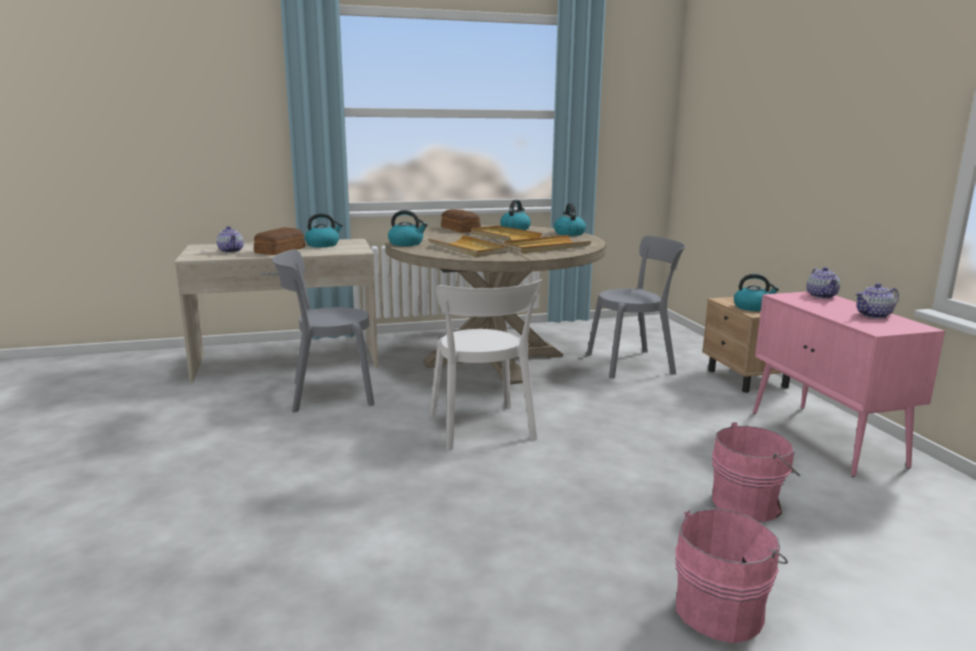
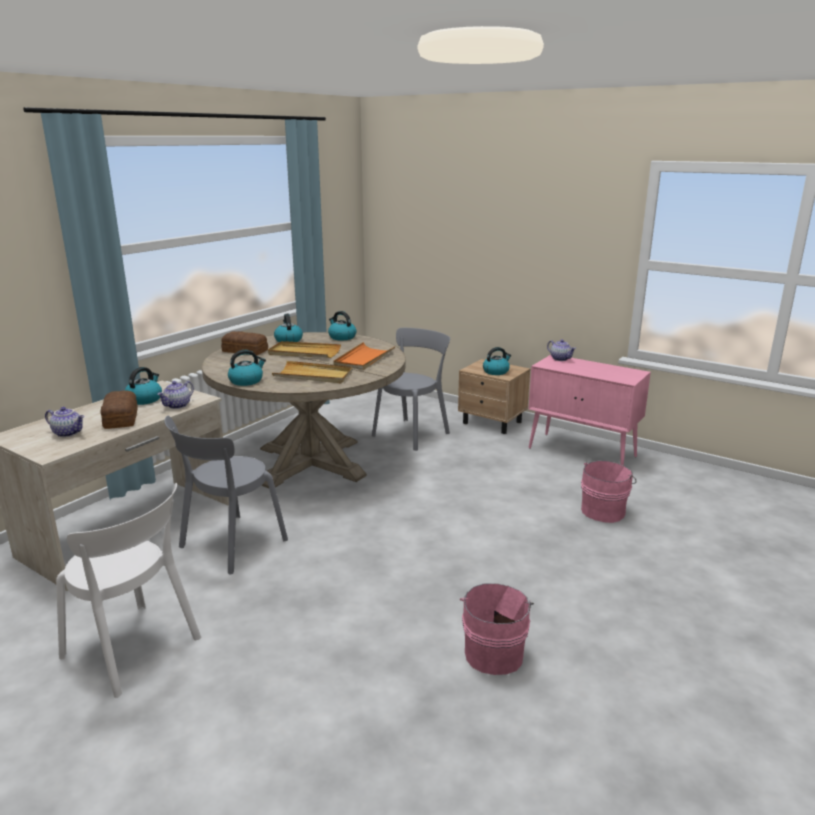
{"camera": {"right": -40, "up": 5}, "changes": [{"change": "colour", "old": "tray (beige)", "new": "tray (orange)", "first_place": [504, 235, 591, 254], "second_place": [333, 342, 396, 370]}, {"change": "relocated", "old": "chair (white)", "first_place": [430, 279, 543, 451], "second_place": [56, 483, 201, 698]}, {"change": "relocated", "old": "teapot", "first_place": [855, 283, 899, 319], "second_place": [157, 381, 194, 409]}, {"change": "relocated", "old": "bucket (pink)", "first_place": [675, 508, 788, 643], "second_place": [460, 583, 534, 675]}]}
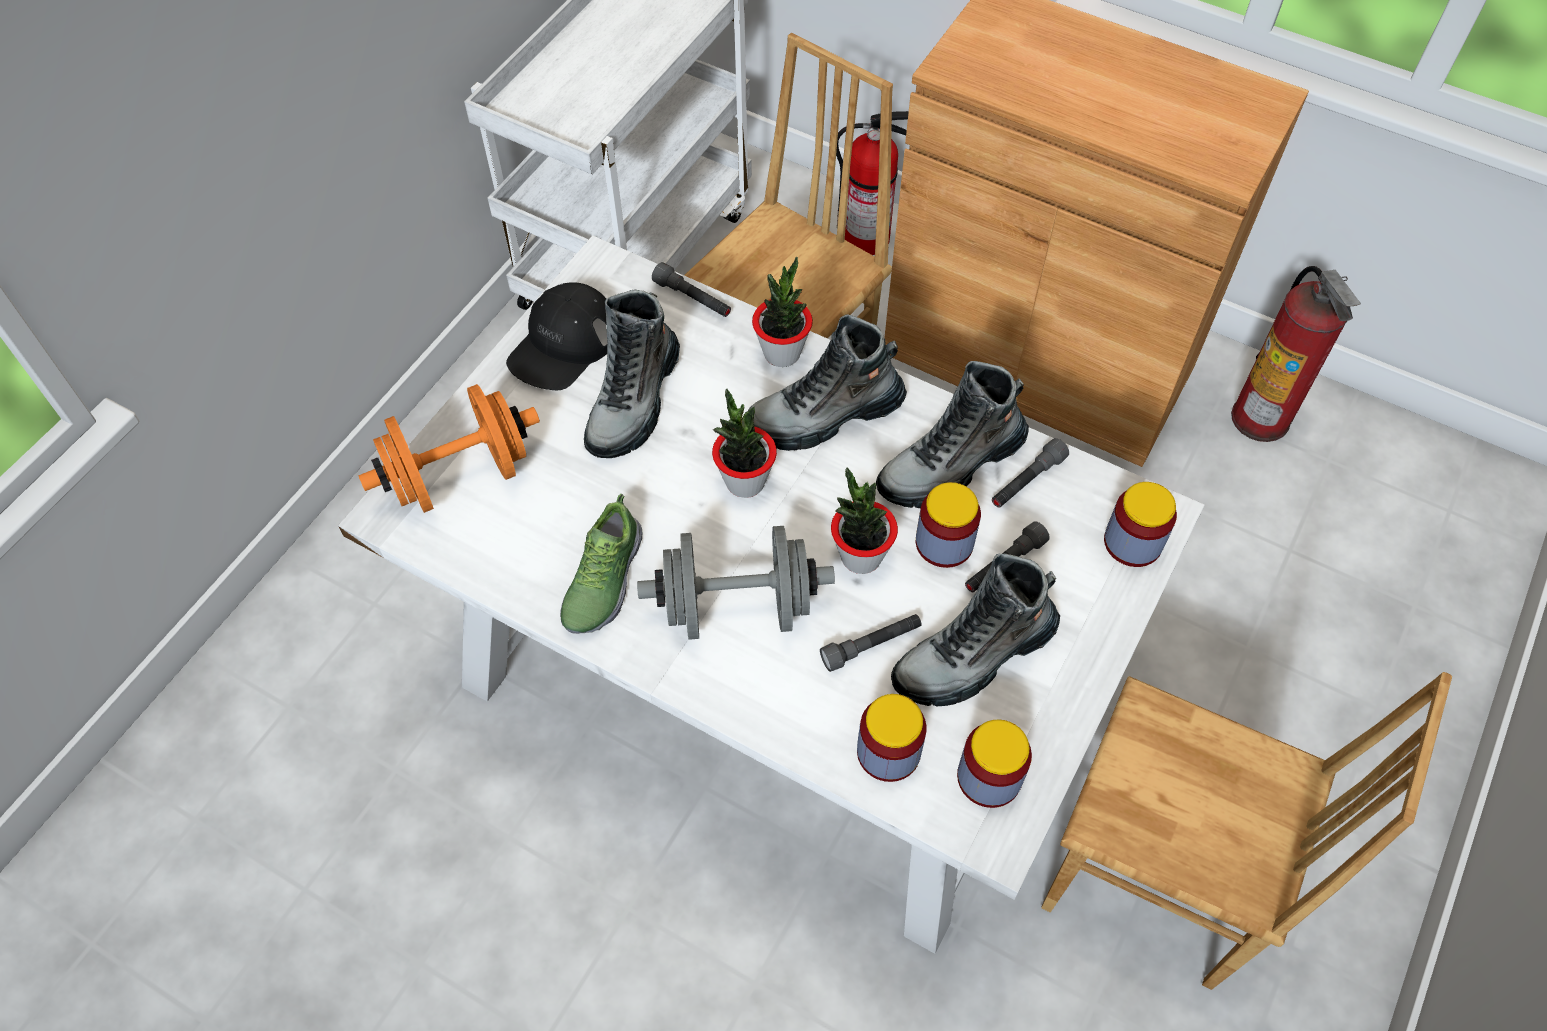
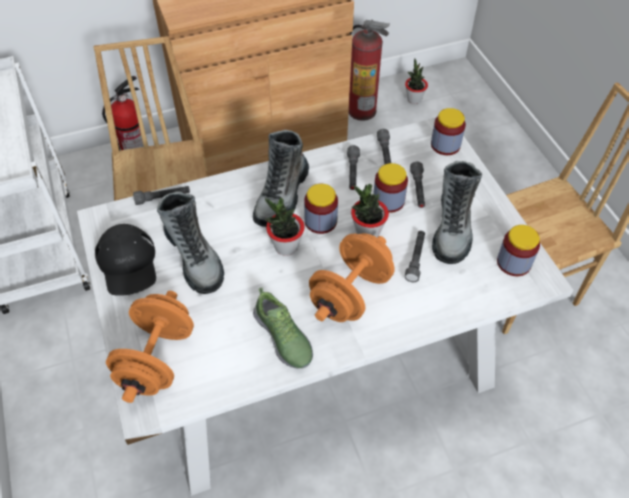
{"camera": {"right": -50, "up": -5}, "changes": [{"change": "relocated", "old": "potted plant", "first_place": [752, 257, 813, 367], "second_place": [405, 59, 428, 104]}, {"change": "exchanged", "old": "boot", "new": "flashlight (grey)", "first_place": [876, 361, 1029, 508], "second_place": [347, 145, 360, 190]}, {"change": "colour", "old": "dumbbell (grey)", "new": "dumbbell (orange)", "first_place": [637, 526, 835, 640], "second_place": [309, 233, 394, 322]}, {"change": "relocated", "old": "jar", "first_place": [857, 694, 926, 782], "second_place": [304, 184, 338, 234]}]}
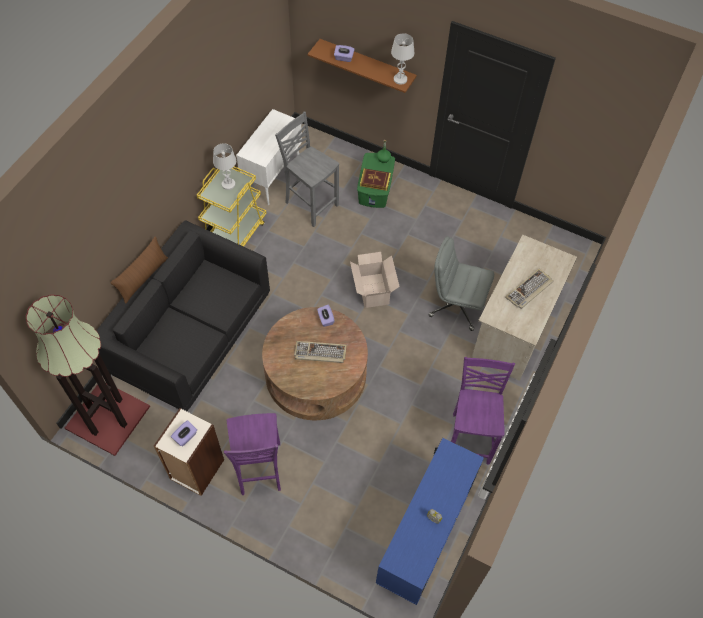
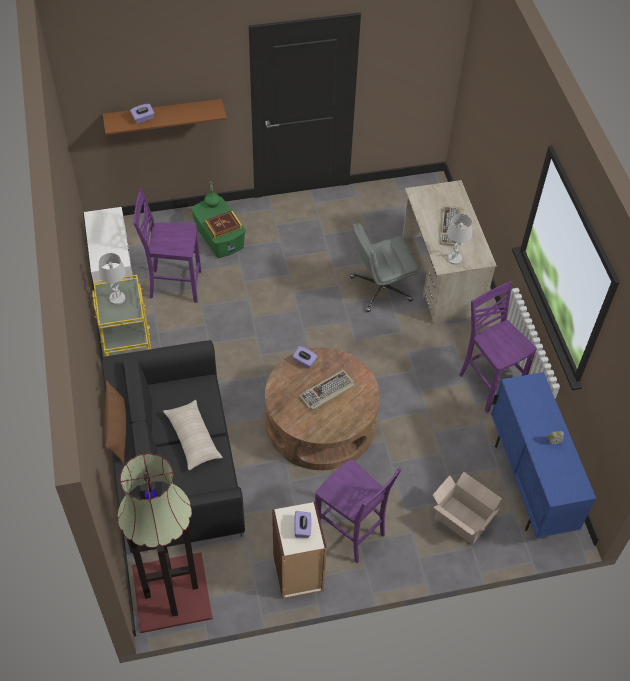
{"camera": {"right": -40, "up": -5}, "changes": [{"change": "relocated", "old": "table lamp (white)", "first_place": [391, 33, 414, 85], "second_place": [447, 214, 472, 265]}, {"change": "colour", "old": "chair (grey)", "new": "chair (purple)", "first_place": [275, 111, 339, 227], "second_place": [133, 189, 201, 303]}, {"change": "relocated", "old": "cardboard box", "first_place": [350, 252, 400, 308], "second_place": [433, 472, 502, 544]}, {"change": "appeared", "new": "pillow (beige)", "second_place": [163, 400, 223, 470]}]}
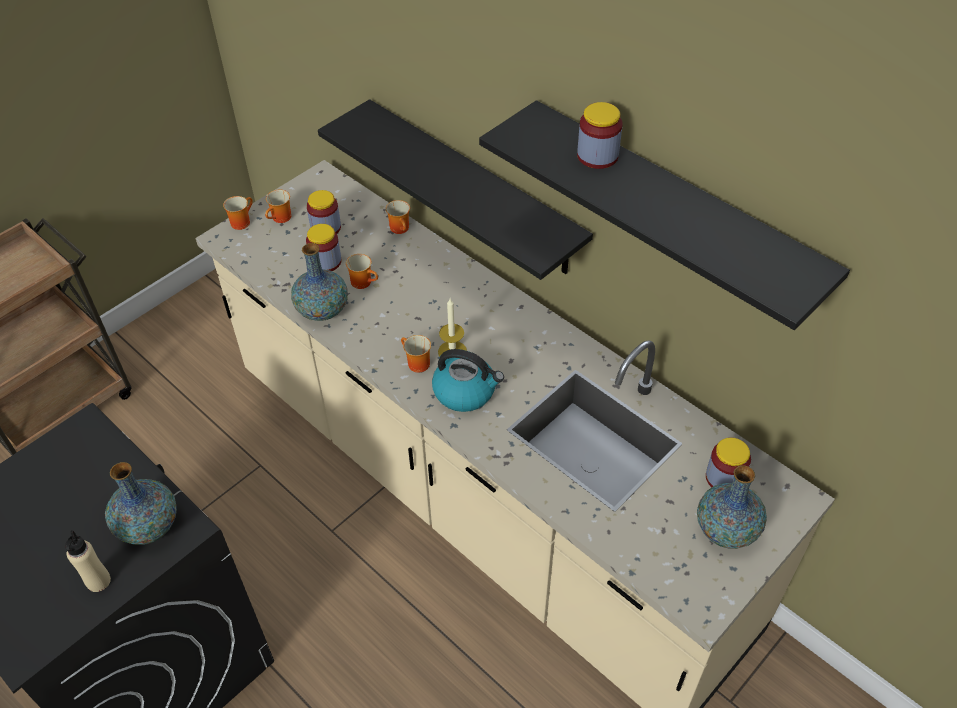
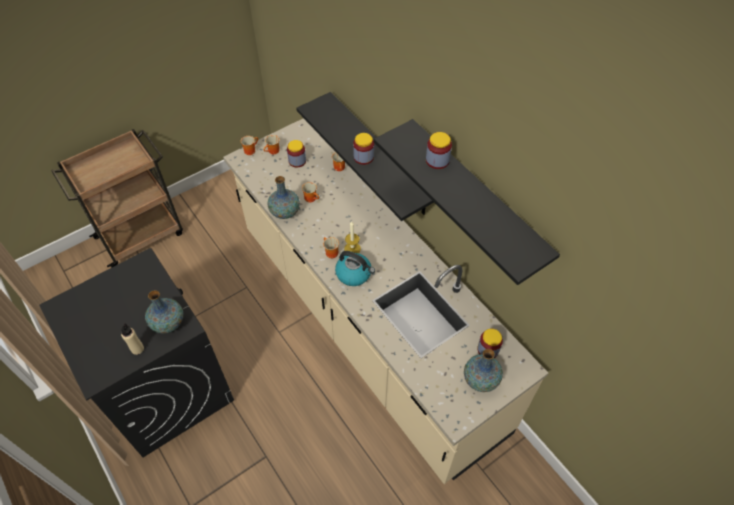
{"camera": {"right": 10, "up": 5}, "changes": [{"change": "relocated", "old": "jar", "first_place": [306, 224, 342, 271], "second_place": [353, 133, 374, 165]}]}
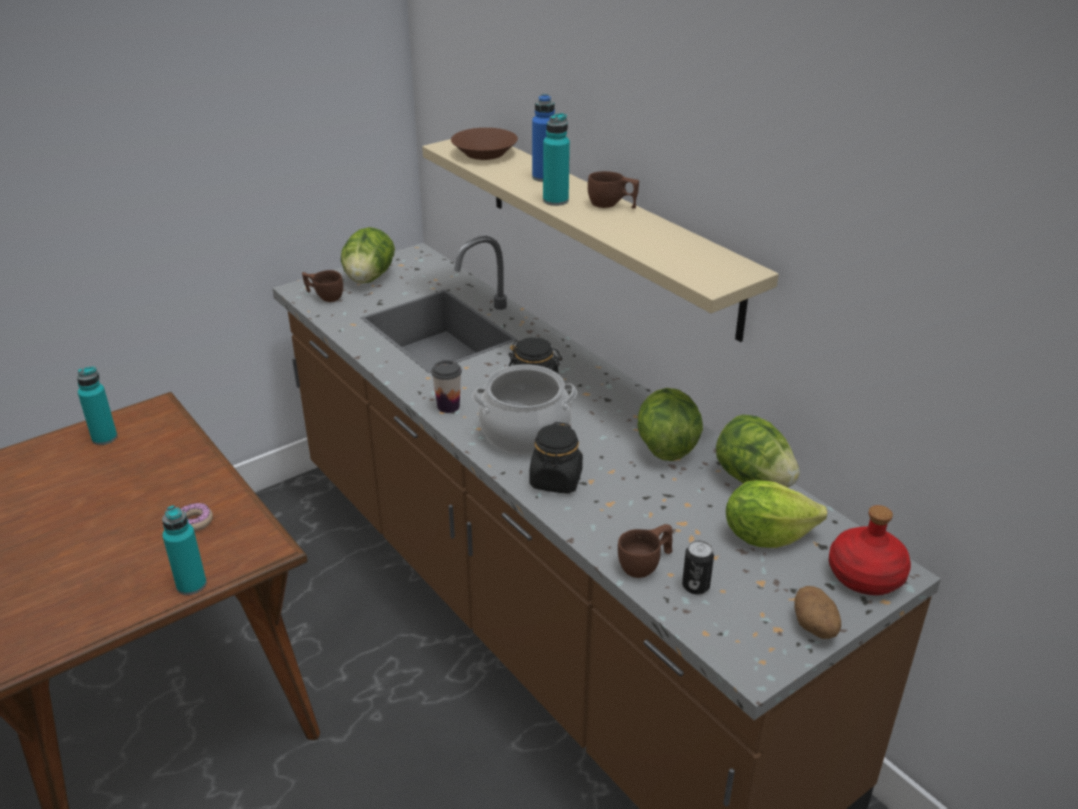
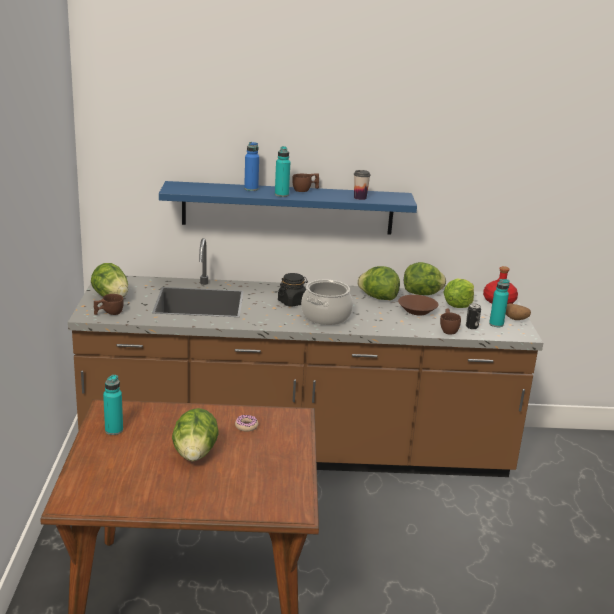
{"camera": {"right": -55, "up": -10}, "changes": [{"change": "relocated", "old": "bowl (brown)", "first_place": [451, 128, 518, 160], "second_place": [398, 295, 438, 315]}, {"change": "colour", "old": "shelf (beige)", "new": "shelf (blue)", "first_place": [422, 139, 779, 342], "second_place": [159, 181, 417, 235]}, {"change": "relocated", "old": "cup", "first_place": [431, 360, 462, 413], "second_place": [354, 170, 371, 200]}, {"change": "missing", "old": "jar (black)", "first_place": [529, 422, 583, 493]}, {"change": "relocated", "old": "bottle (turquoise)", "first_place": [162, 505, 207, 595], "second_place": [489, 279, 510, 327]}, {"change": "appeared", "new": "lettuce", "second_place": [172, 408, 219, 462]}]}
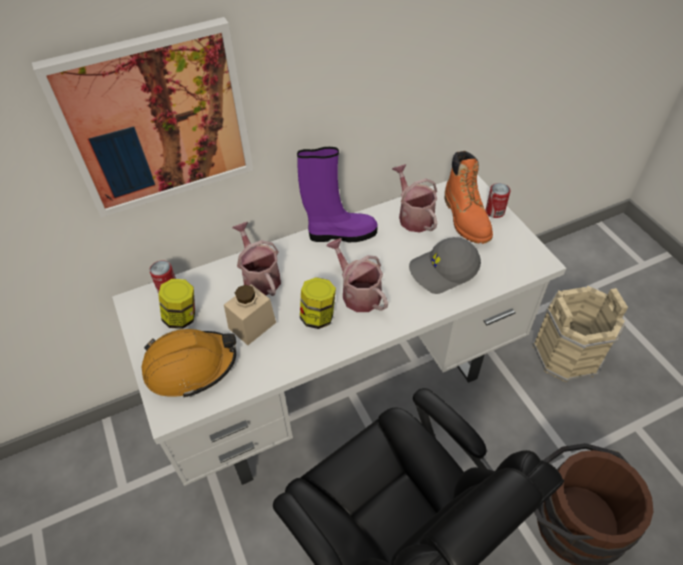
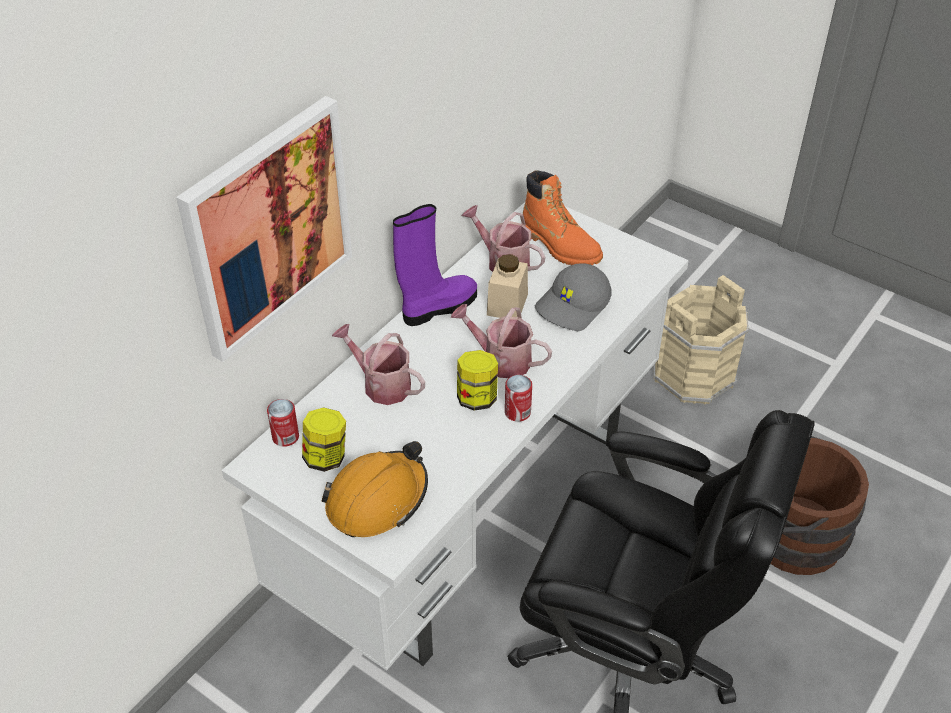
{"camera": {"right": -30, "up": -5}, "changes": [{"change": "relocated", "old": "can", "first_place": [486, 183, 511, 218], "second_place": [505, 375, 532, 422]}, {"change": "relocated", "old": "jar (beige)", "first_place": [224, 284, 276, 345], "second_place": [487, 254, 528, 318]}]}
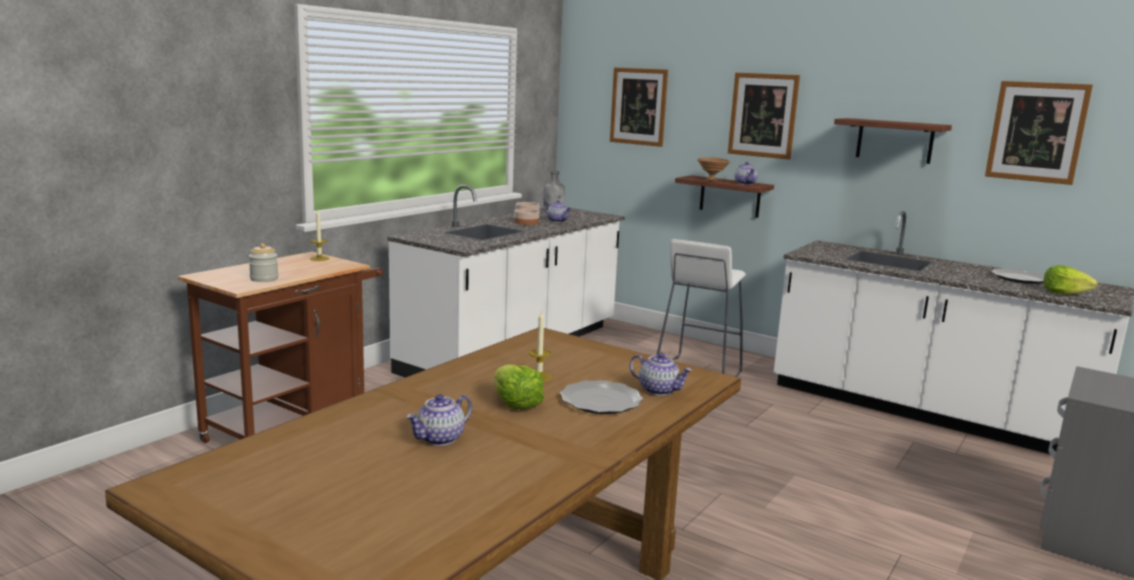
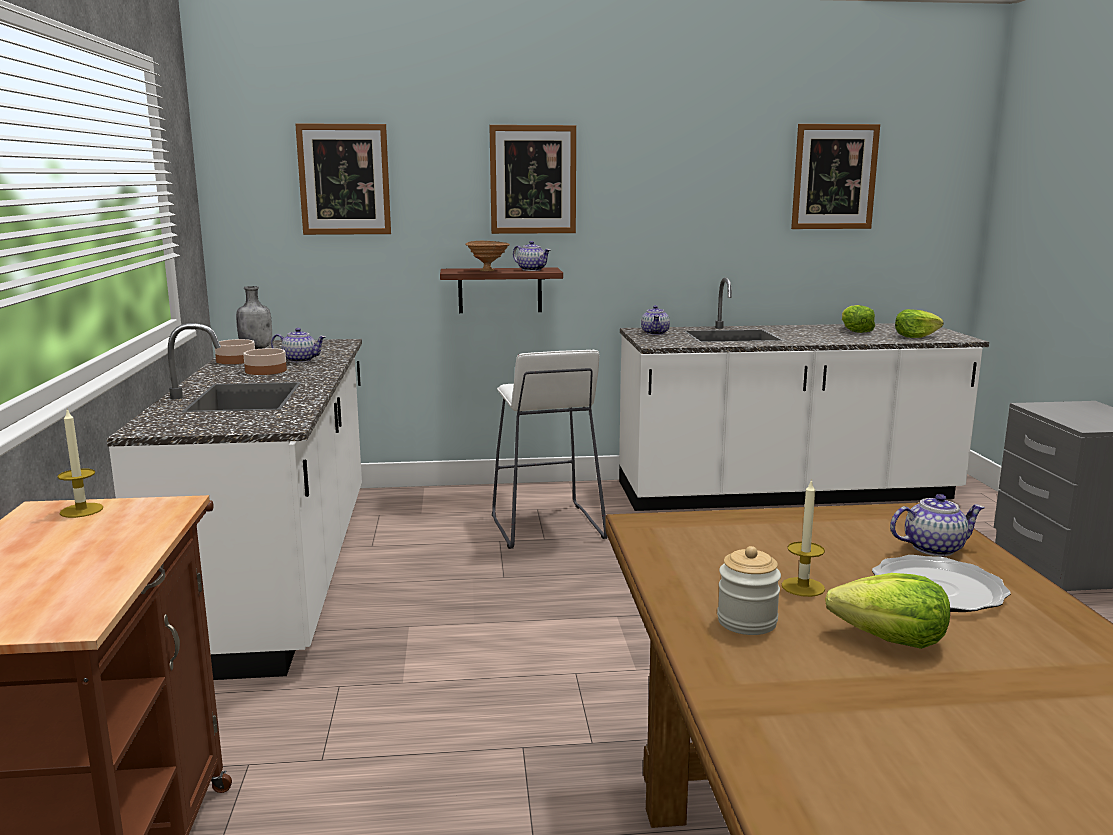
{"camera": {"right": -40, "up": 0}, "changes": [{"change": "missing", "old": "shelf", "first_place": [834, 118, 952, 164]}, {"change": "relocated", "old": "jar", "first_place": [249, 243, 279, 282], "second_place": [717, 546, 781, 635]}, {"change": "exchanged", "old": "plate", "new": "lettuce", "first_place": [991, 269, 1044, 284], "second_place": [842, 305, 875, 333]}, {"change": "relocated", "old": "teapot", "first_place": [406, 394, 472, 446], "second_place": [641, 305, 670, 335]}]}
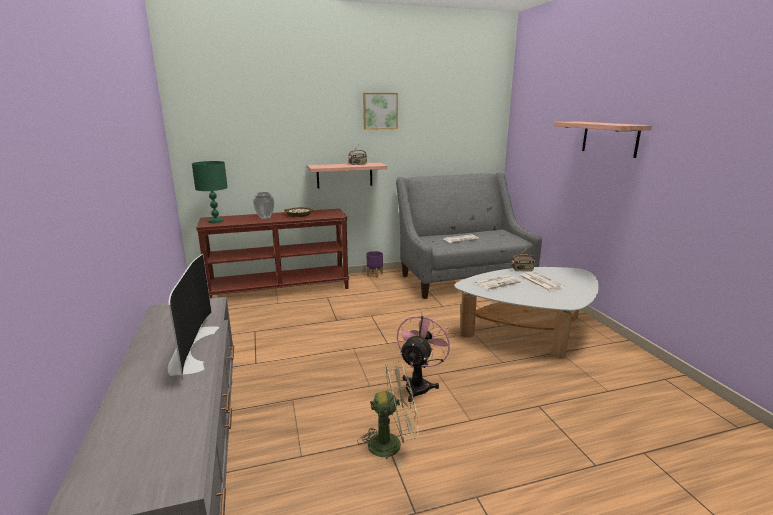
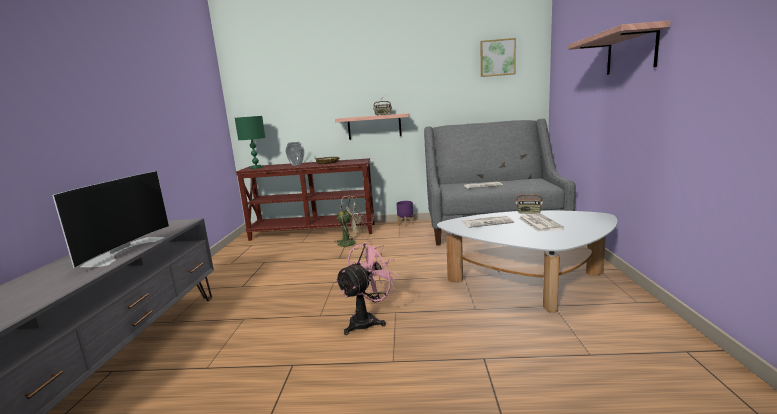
{"camera": {"right": 20, "up": -5}, "changes": [{"change": "relocated", "old": "picture", "first_place": [363, 93, 398, 130], "second_place": [480, 38, 516, 77]}, {"change": "relocated", "old": "fan (beige)", "first_place": [357, 361, 418, 466], "second_place": [334, 195, 364, 249]}]}
